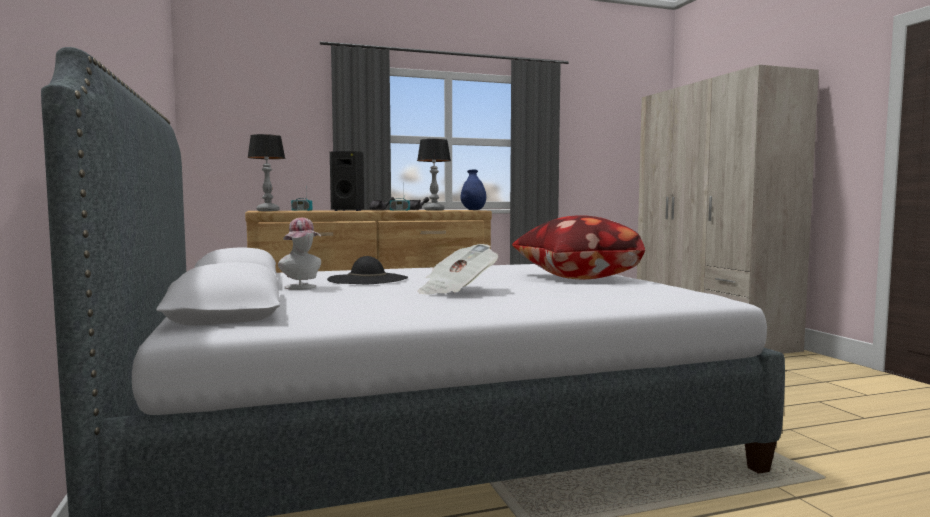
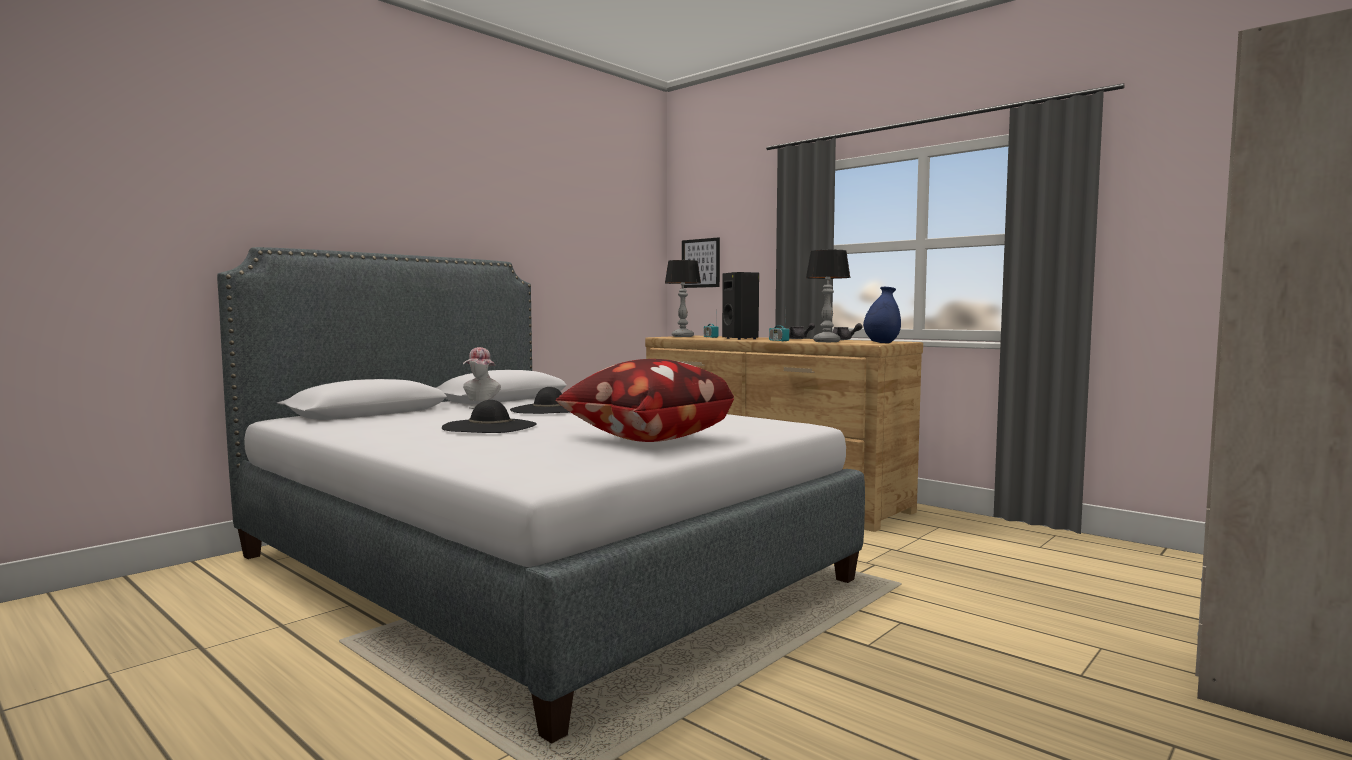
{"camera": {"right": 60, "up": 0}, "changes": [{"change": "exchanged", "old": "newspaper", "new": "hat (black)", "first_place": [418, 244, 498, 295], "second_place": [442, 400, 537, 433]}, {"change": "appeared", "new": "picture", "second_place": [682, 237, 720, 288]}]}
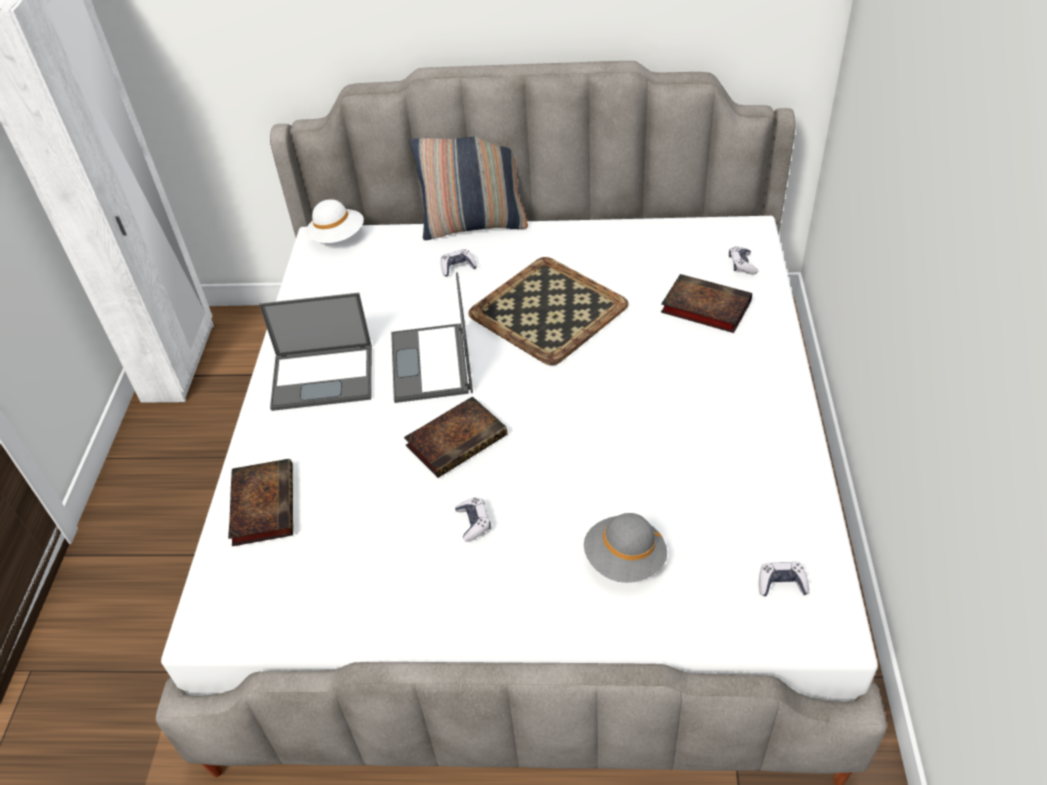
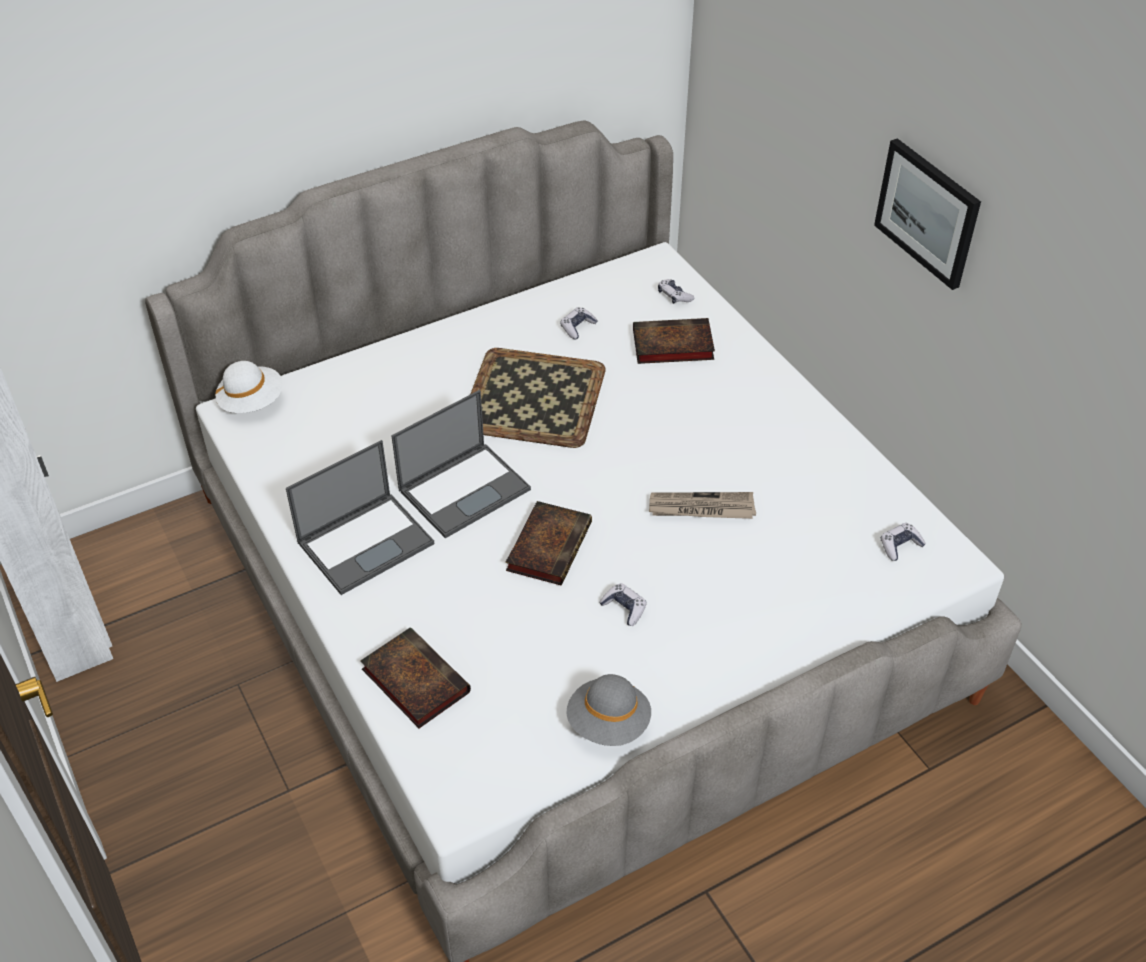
{"camera": {"right": -35, "up": 0}, "changes": [{"change": "missing", "old": "pillow", "first_place": [409, 136, 528, 240]}, {"change": "relocated", "old": "game controller", "first_place": [440, 249, 477, 277], "second_place": [560, 307, 598, 340]}, {"change": "spun", "old": "laptop", "first_place": [391, 272, 473, 403], "second_place": [391, 390, 531, 538], "degrees": -90}, {"change": "relocated", "old": "hat (grey)", "first_place": [584, 513, 667, 583], "second_place": [566, 674, 651, 746]}, {"change": "appeared", "new": "picture", "second_place": [874, 138, 981, 290]}, {"change": "appeared", "new": "newspaper", "second_place": [649, 492, 756, 519]}]}
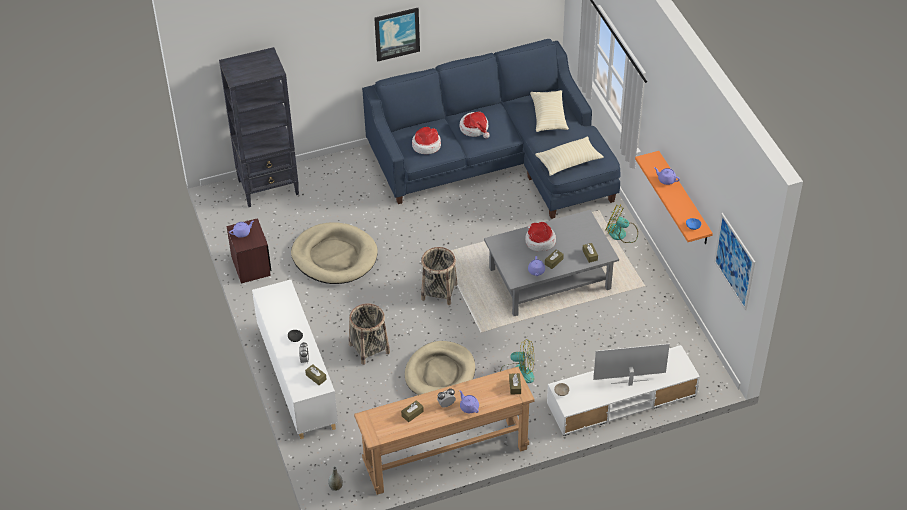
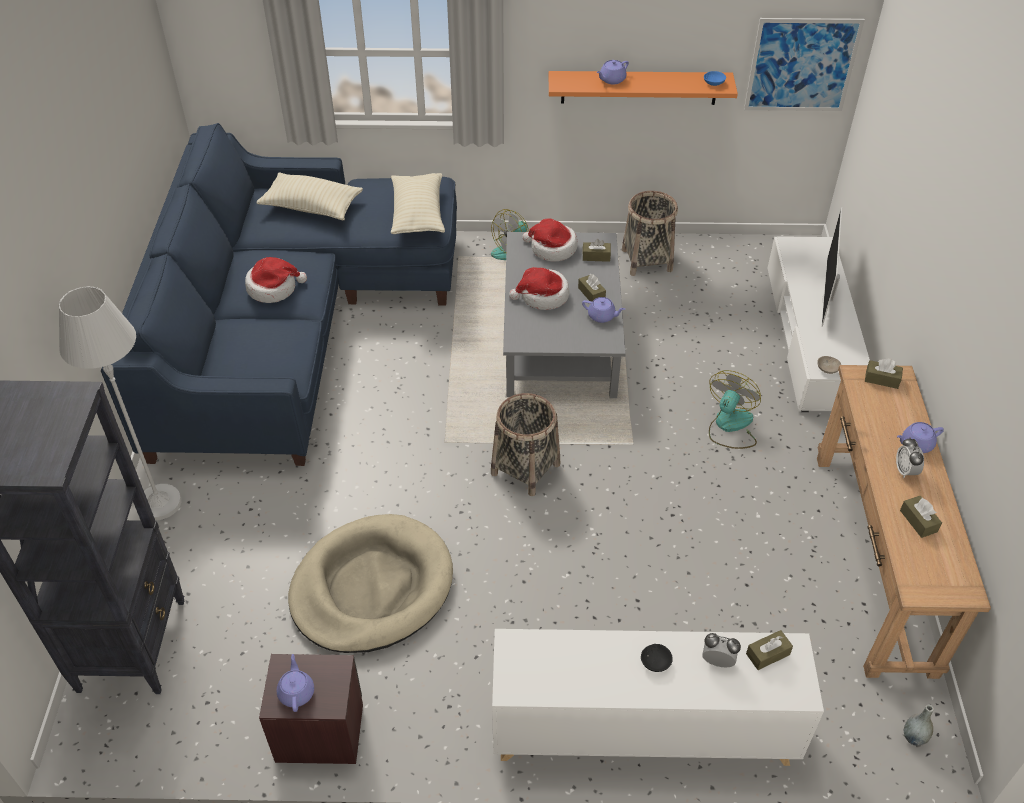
{"camera": {"right": -70, "up": 0}, "changes": [{"change": "missing", "old": "picture", "first_place": [374, 8, 420, 62]}, {"change": "relocated", "old": "hat", "first_place": [412, 127, 441, 154], "second_place": [522, 219, 578, 262]}, {"change": "relocated", "old": "basket", "first_place": [349, 303, 390, 365], "second_place": [622, 191, 678, 276]}, {"change": "missing", "old": "dog bed (beige)", "first_place": [405, 341, 475, 395]}, {"change": "appeared", "new": "floor lamp (white)", "second_place": [59, 286, 182, 521]}]}
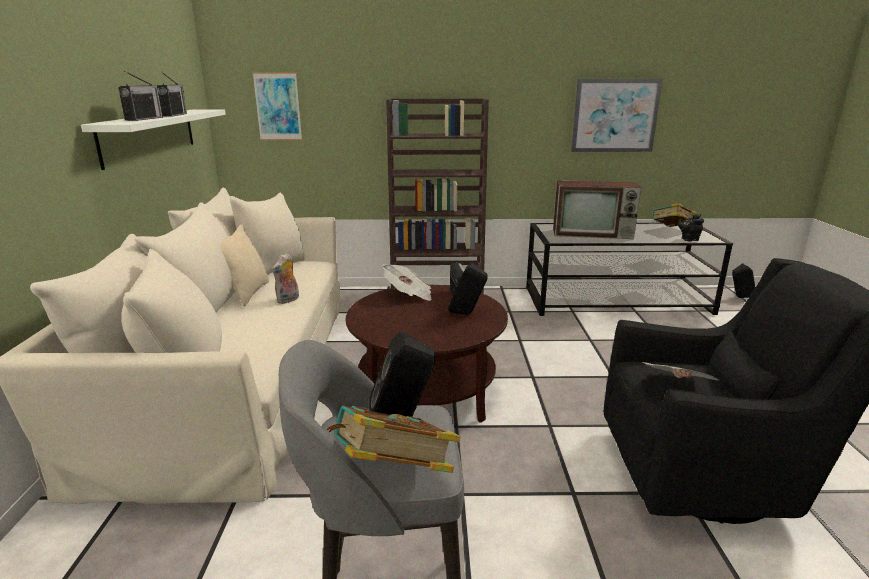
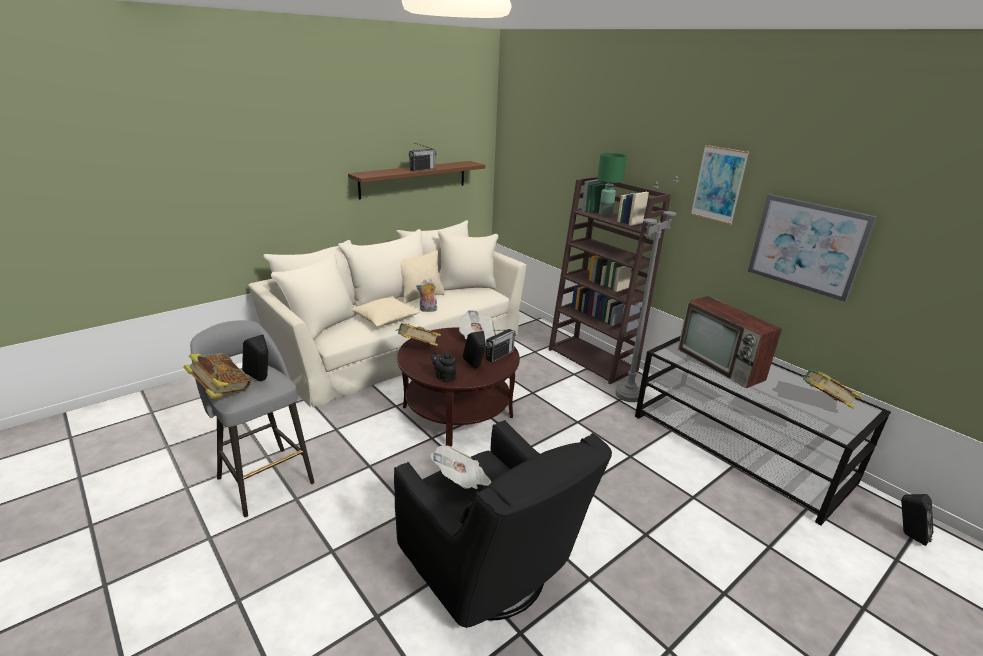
{"camera": {"right": 50, "up": 5}, "changes": [{"change": "missing", "old": "radio", "first_place": [118, 71, 163, 121]}, {"change": "relocated", "old": "picture", "first_place": [253, 72, 302, 140], "second_place": [691, 145, 749, 225]}, {"change": "colour", "old": "shelf (white)", "new": "shelf (brown)", "first_place": [81, 110, 226, 170], "second_place": [348, 161, 485, 199]}, {"change": "relocated", "old": "teapot (black)", "first_place": [678, 214, 704, 241], "second_place": [431, 351, 456, 382]}, {"change": "appeared", "new": "table lamp (green)", "second_place": [597, 153, 627, 217]}, {"change": "appeared", "new": "floor lamp (grey)", "second_place": [615, 176, 679, 402]}, {"change": "appeared", "new": "pillow (beige)", "second_place": [352, 296, 420, 327]}, {"change": "appeared", "new": "book", "second_place": [395, 323, 441, 346]}]}
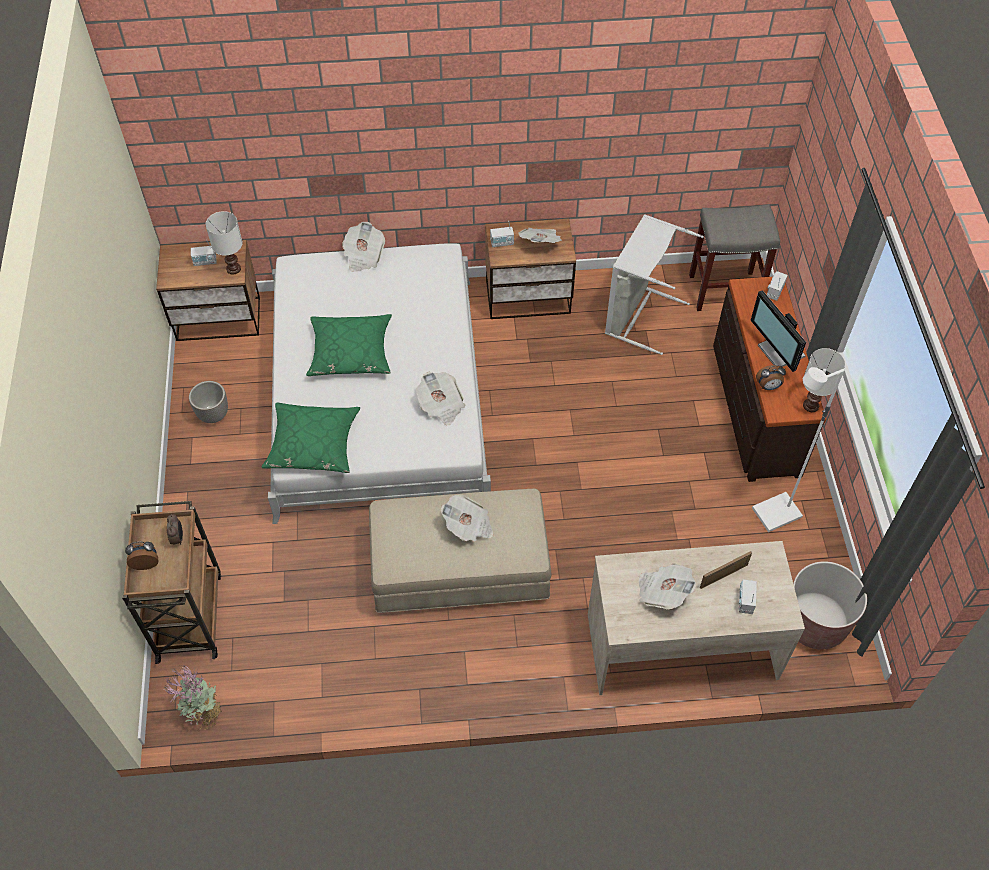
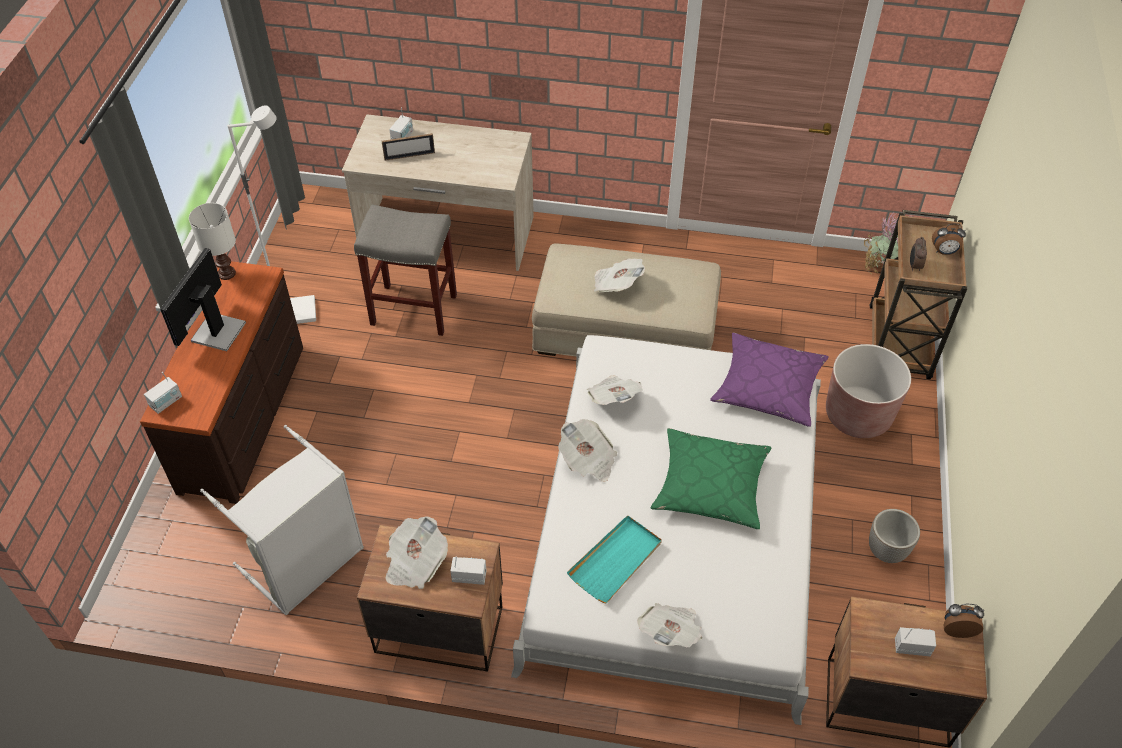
{"camera": {"right": -165, "up": -5}, "changes": [{"change": "relocated", "old": "stool (grey)", "first_place": [689, 204, 780, 311], "second_place": [354, 204, 457, 336]}, {"change": "missing", "old": "table lamp (white)", "first_place": [206, 211, 243, 274]}, {"change": "spun", "old": "monitor", "first_place": [750, 290, 806, 372], "second_place": [160, 248, 246, 351], "degrees": -150}, {"change": "relocated", "old": "alarm clock", "first_place": [756, 365, 786, 390], "second_place": [944, 604, 984, 638]}, {"change": "colour", "old": "pillow (green)", "new": "pillow (purple)", "first_place": [261, 403, 360, 473], "second_place": [710, 333, 829, 427]}, {"change": "relocated", "old": "planter (brown)", "first_place": [793, 561, 867, 649], "second_place": [826, 344, 911, 438]}, {"change": "relocated", "old": "newspaper", "first_place": [639, 564, 696, 609], "second_place": [558, 419, 617, 482]}, {"change": "appeared", "new": "tray (turquoise)", "second_place": [567, 515, 662, 603]}]}
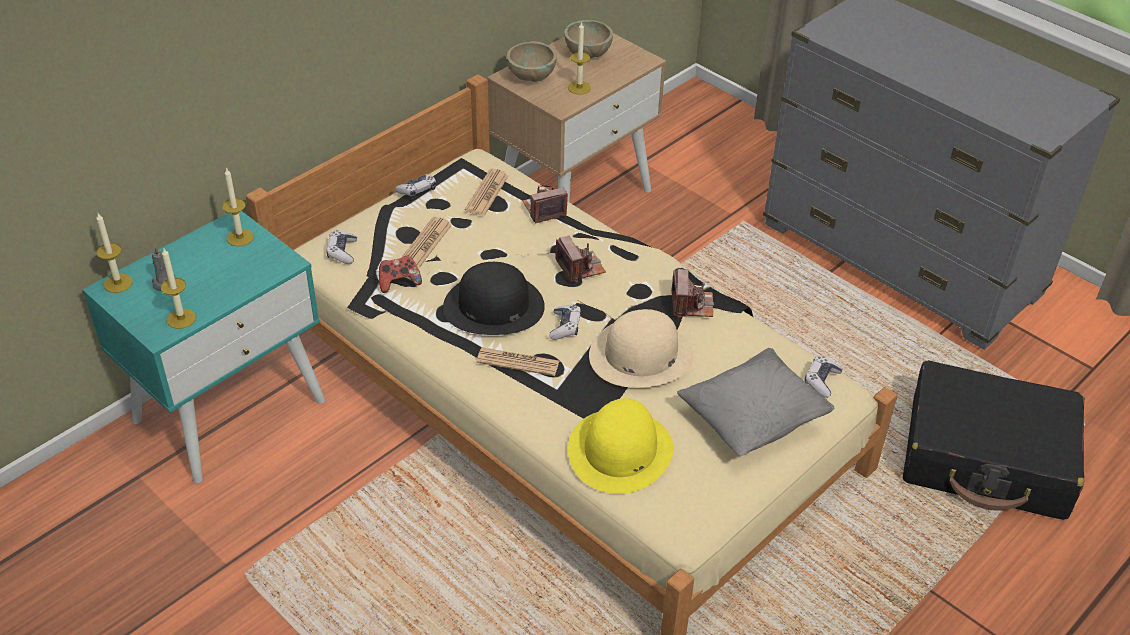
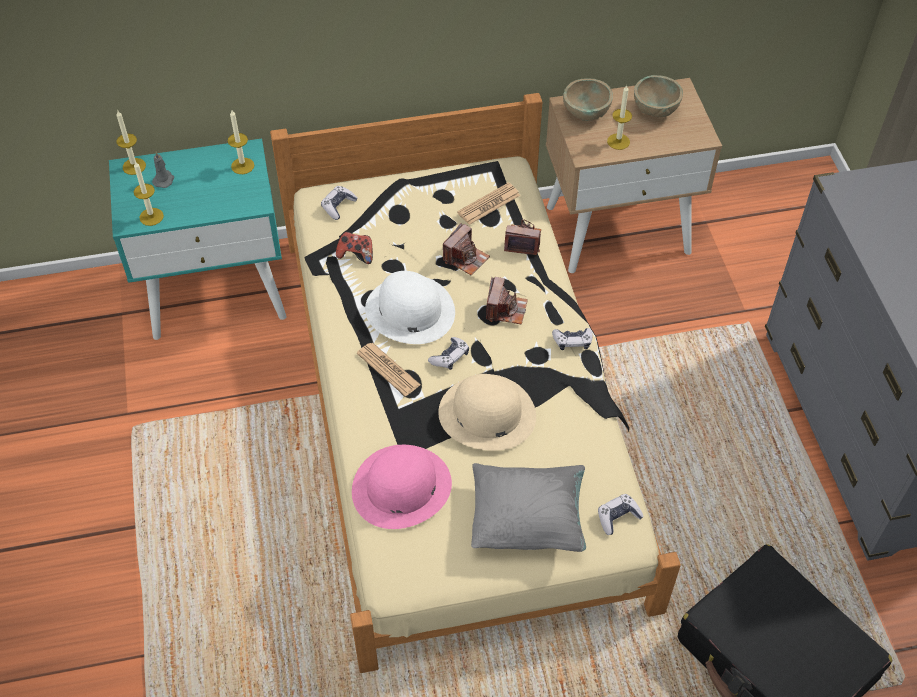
{"camera": {"right": 35, "up": 10}, "changes": [{"change": "relocated", "old": "game controller", "first_place": [395, 174, 436, 199], "second_place": [552, 328, 593, 350]}, {"change": "missing", "old": "newspaper", "first_place": [401, 217, 452, 268]}, {"change": "colour", "old": "hat (black)", "new": "hat (white)", "first_place": [443, 262, 545, 335], "second_place": [365, 271, 455, 344]}, {"change": "relocated", "old": "photo camera", "first_place": [672, 269, 714, 318], "second_place": [443, 223, 490, 275]}, {"change": "colour", "old": "hat (yellow)", "new": "hat (pink)", "first_place": [568, 398, 673, 494], "second_place": [352, 445, 452, 529]}]}
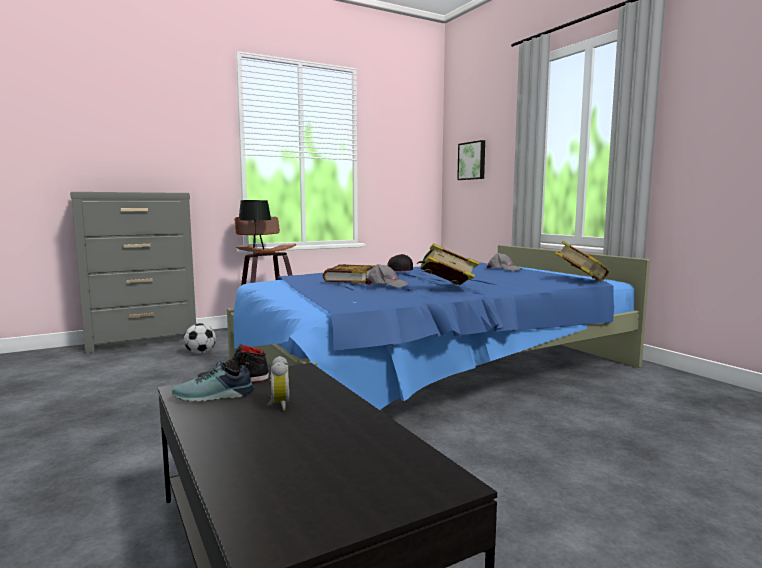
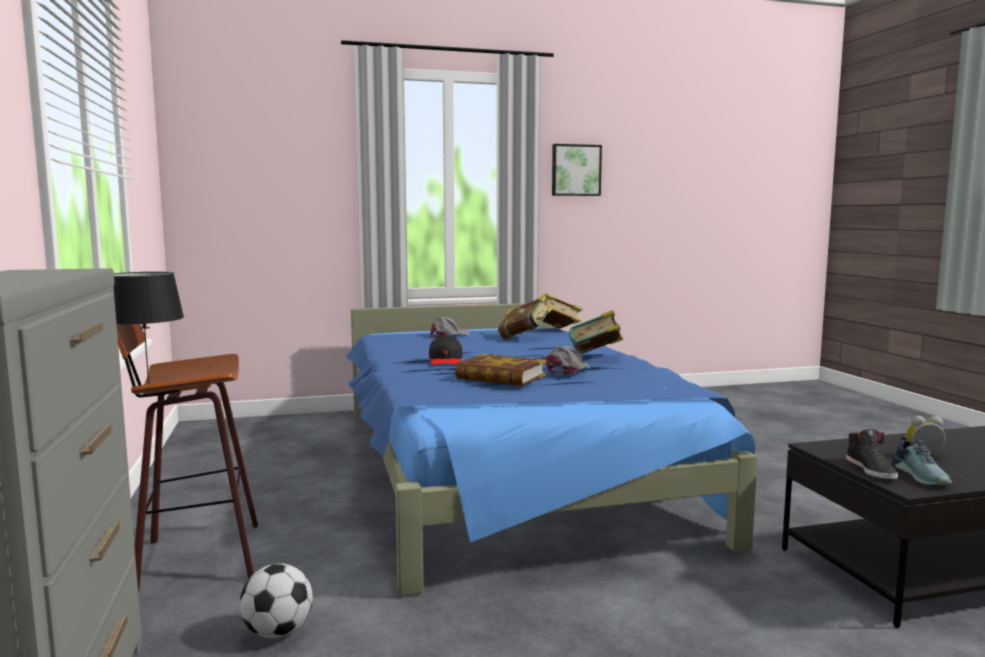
{"camera": {"right": -75, "up": 0}, "changes": [{"change": "relocated", "old": "picture", "first_place": [457, 140, 485, 180], "second_place": [552, 144, 602, 196]}, {"change": "appeared", "new": "book", "second_place": [498, 295, 552, 339]}]}
